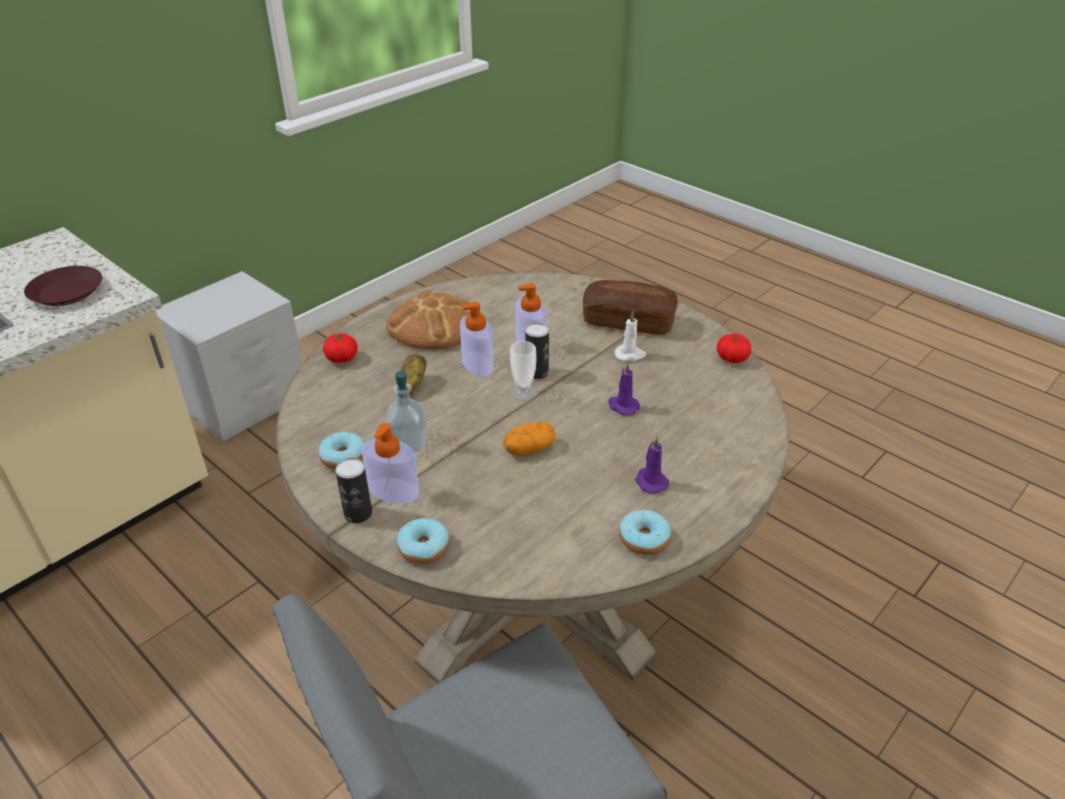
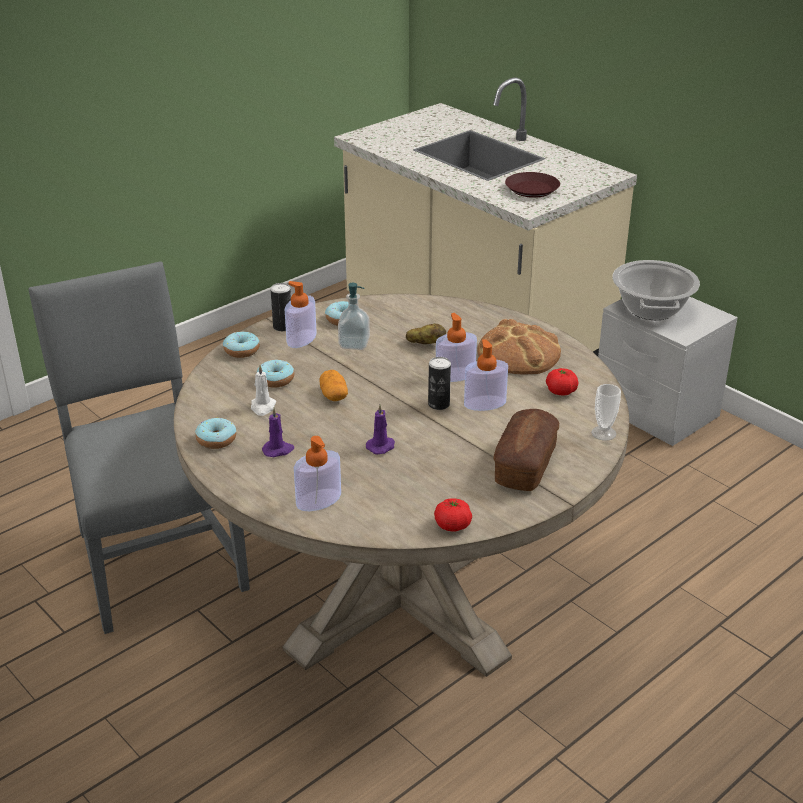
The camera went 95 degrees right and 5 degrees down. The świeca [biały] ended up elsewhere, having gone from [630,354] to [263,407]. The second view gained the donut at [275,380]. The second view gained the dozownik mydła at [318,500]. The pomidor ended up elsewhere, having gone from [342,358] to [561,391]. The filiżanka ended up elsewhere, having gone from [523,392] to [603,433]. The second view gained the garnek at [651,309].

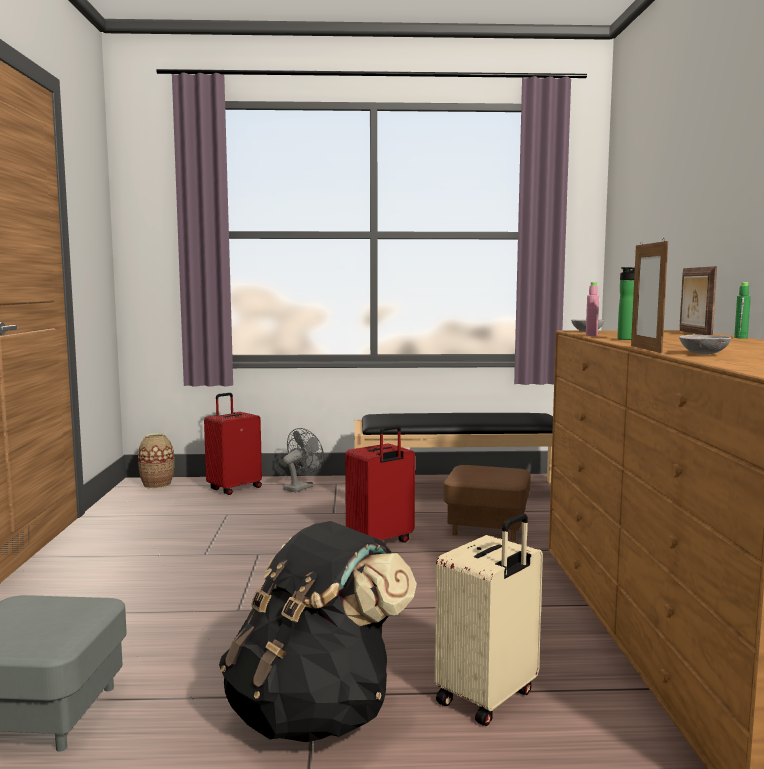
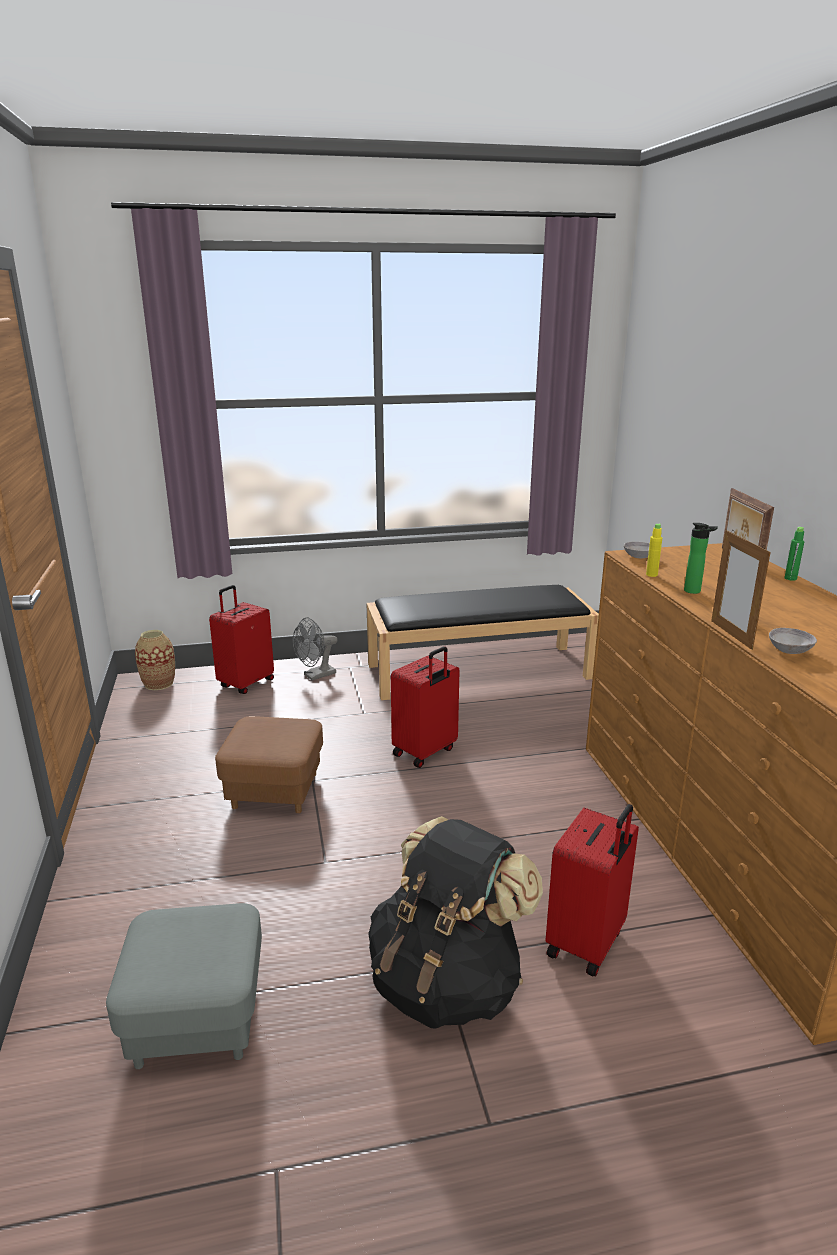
The camera went 10 degrees left and 15 degrees up. The pufa [brązowy] ended up elsewhere, having gone from [487,527] to [274,790]. The wentylator [szary] at [301,487] ended up facing another way, 150 degrees counterclockwise from before. What was the walizka [beżowy] at [488,698] turned into the walizka [czerwony] at [587,943]. What was the butelka [różowy] at [591,335] turned into the butelka [żółty] at [651,575].

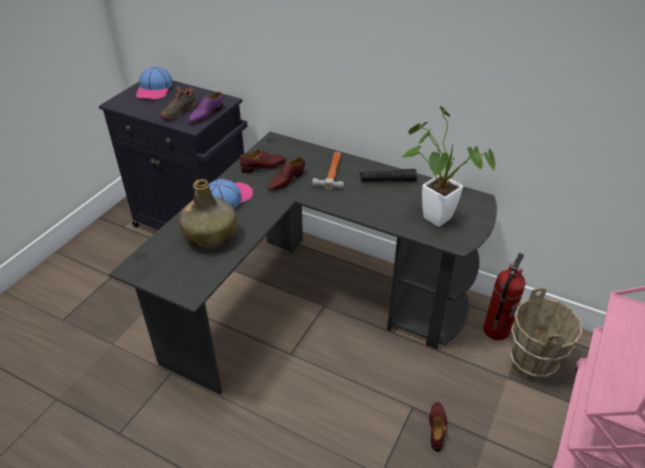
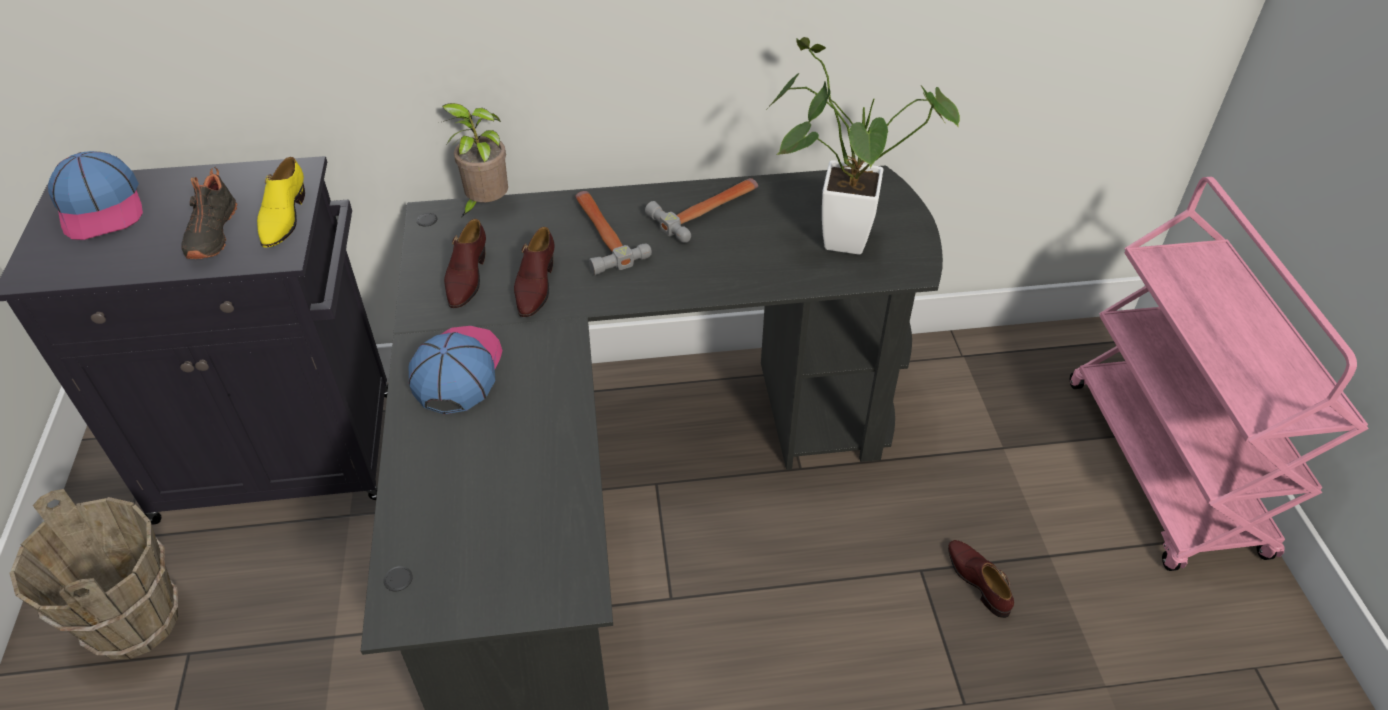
The camera went 35 degrees left and 5 degrees up. The wiadro [brązowy] ended up elsewhere, having gone from [532,363] to [137,621]. What was the but [fioletowy] at [206,115] turned into the but [żółty] at [283,218]. The second view gained the roślina doniczkowa at [485,206]. The but [brązowy] at [264,167] ended up facing another way, 150 degrees clockwise from before. Where the latarka [czarny] stood at [387,181], the młotek came to stand at [708,210]. The second view lost the butelka [zielony] at [211,236]. The second view lost the gaśnica at [495,330].

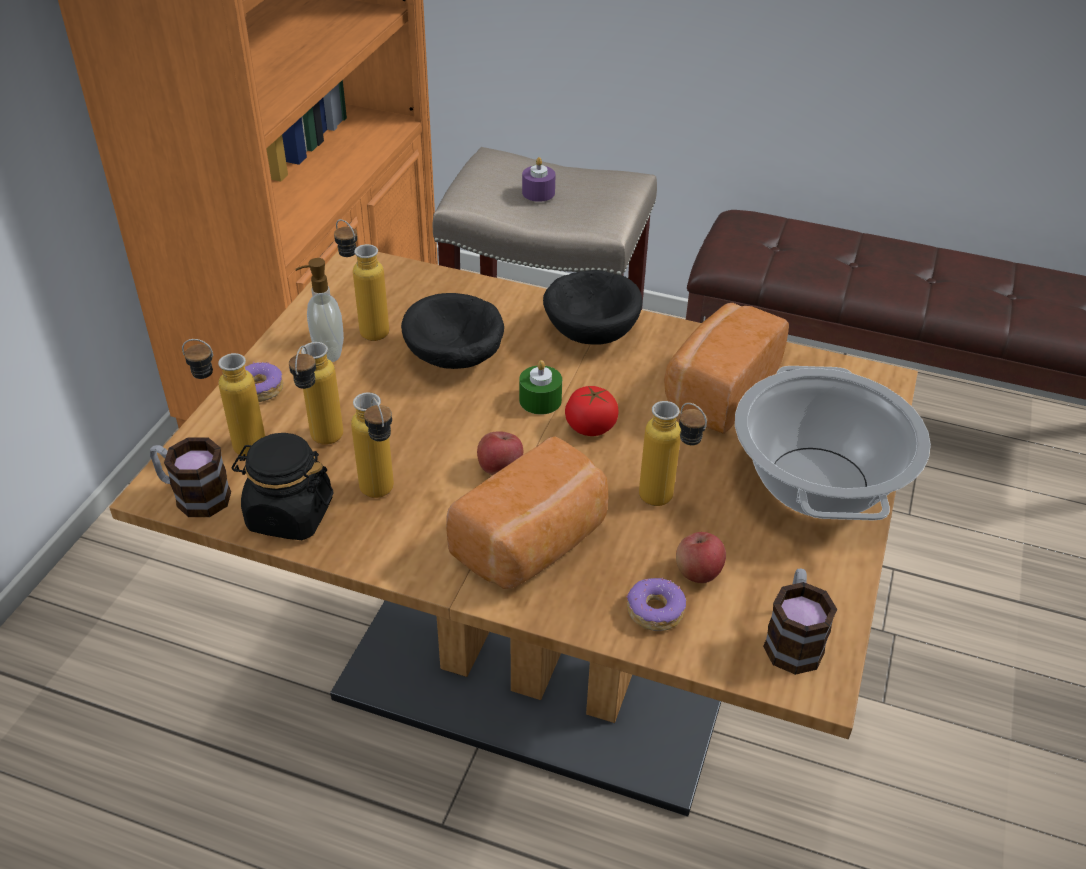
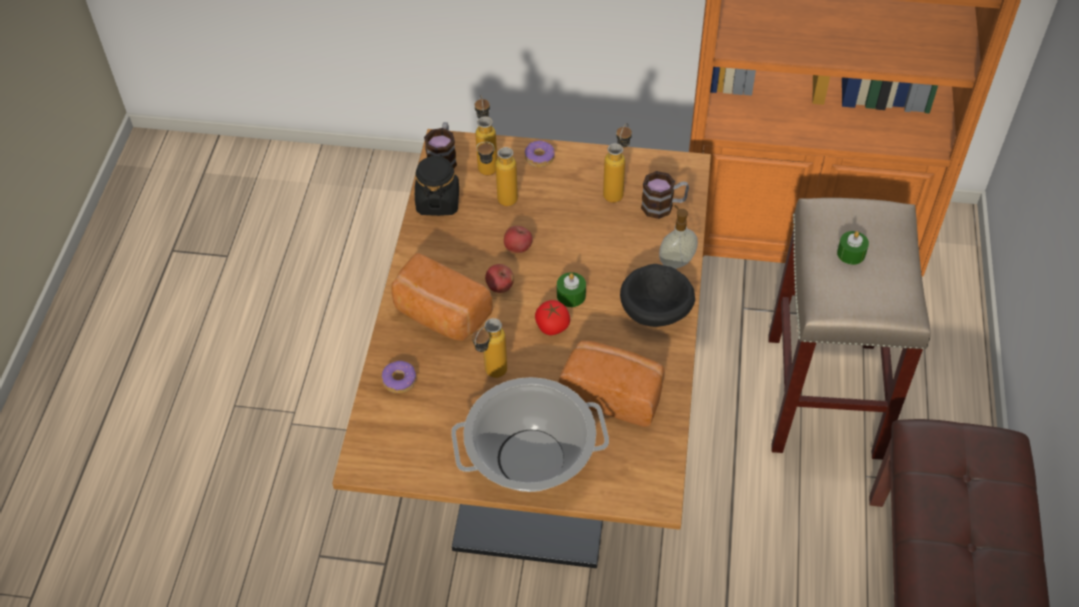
The camera went 80 degrees right and 10 degrees up. The jabłko ended up elsewhere, having gone from [698,573] to [518,248]. The kubek ended up elsewhere, having gone from [793,638] to [664,206]. The dozownik mydła ended up elsewhere, having gone from [327,352] to [676,261]. What was the świeca [fioletowy] at [538,193] turned into the świeca [zielony] at [851,253]. The second view lost the butelka at [381,496]. The second view lost the miska [czarny] at [454,359].

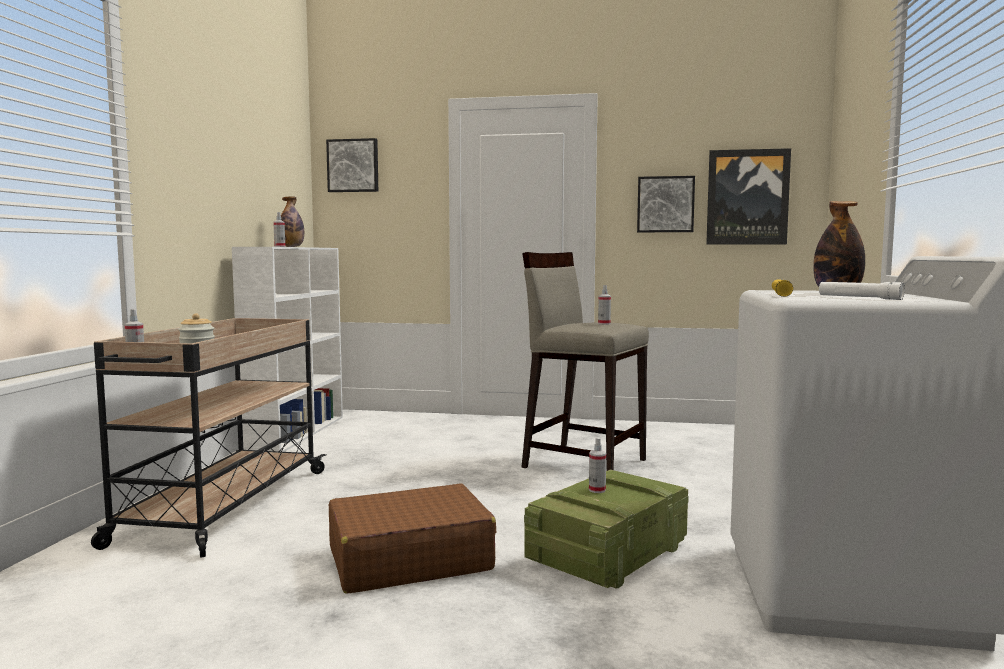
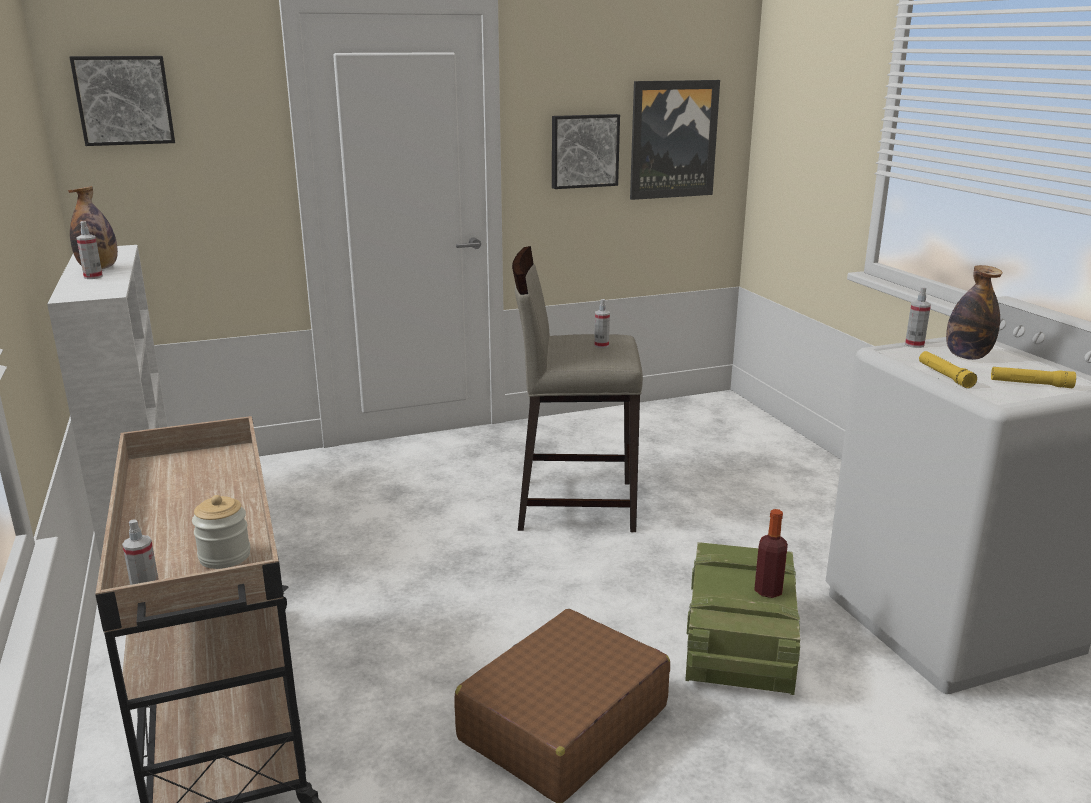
The camera went 30 degrees left and 15 degrees up. The second view gained the butelka at [768,591]. The spryskiwacz ended up elsewhere, having gone from [597,490] to [914,345]. What was the latarka [biały] at [859,298] turned into the latarka [żółty] at [1030,384].

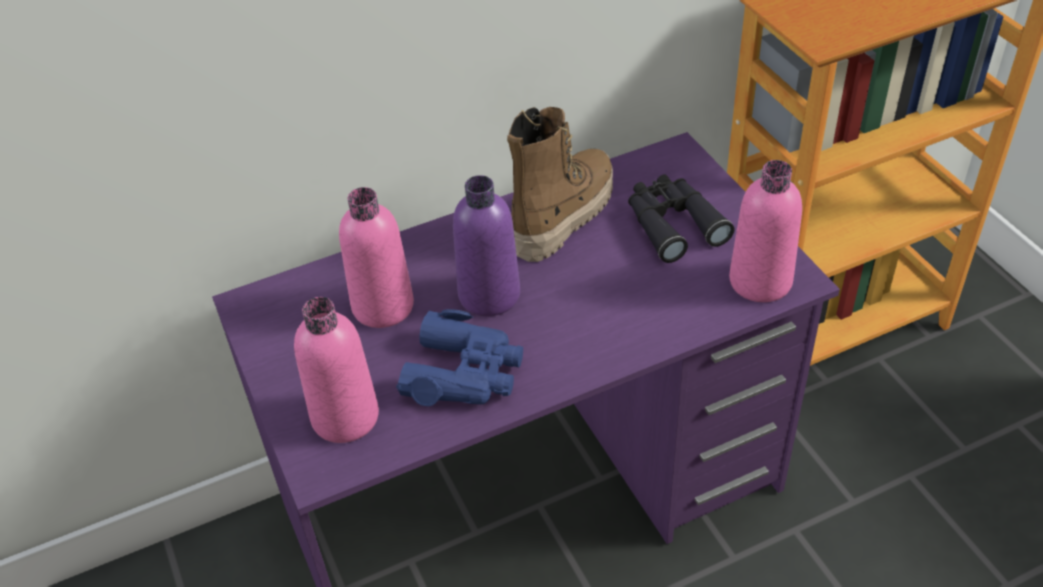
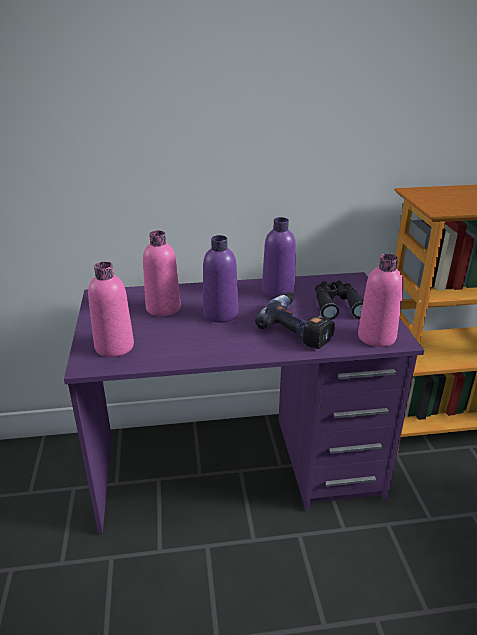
The camera went 15 degrees right and 15 degrees down. The second view gained the wiertarka at [298,328]. Where the but z cholewką stood at [562,216], the butelka [fioletowy] came to stand at [278,291]. The second view lost the lornetka [niebieski] at [464,372].

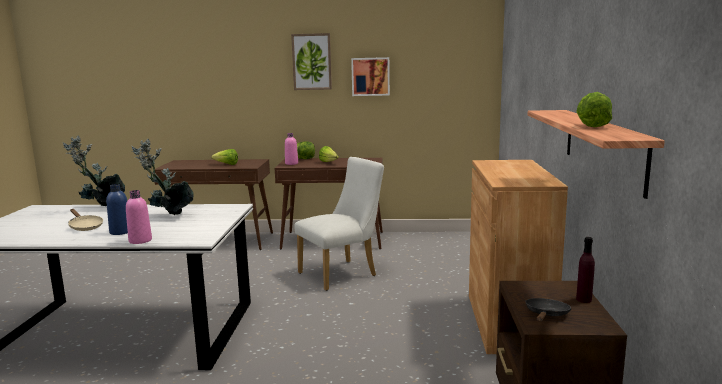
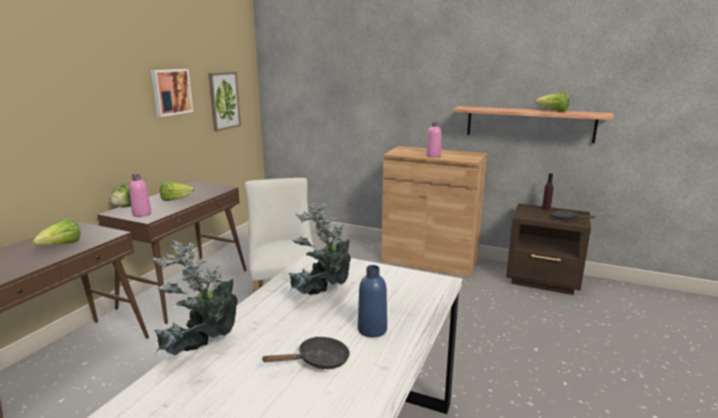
The camera went 70 degrees left and 5 degrees up. The obraz ended up elsewhere, having gone from [312,62] to [224,100]. What was the patelnia [beżowy] at [85,227] turned into the patelnia [czarny] at [318,361]. The butelka [różowy] ended up elsewhere, having gone from [140,240] to [433,156].

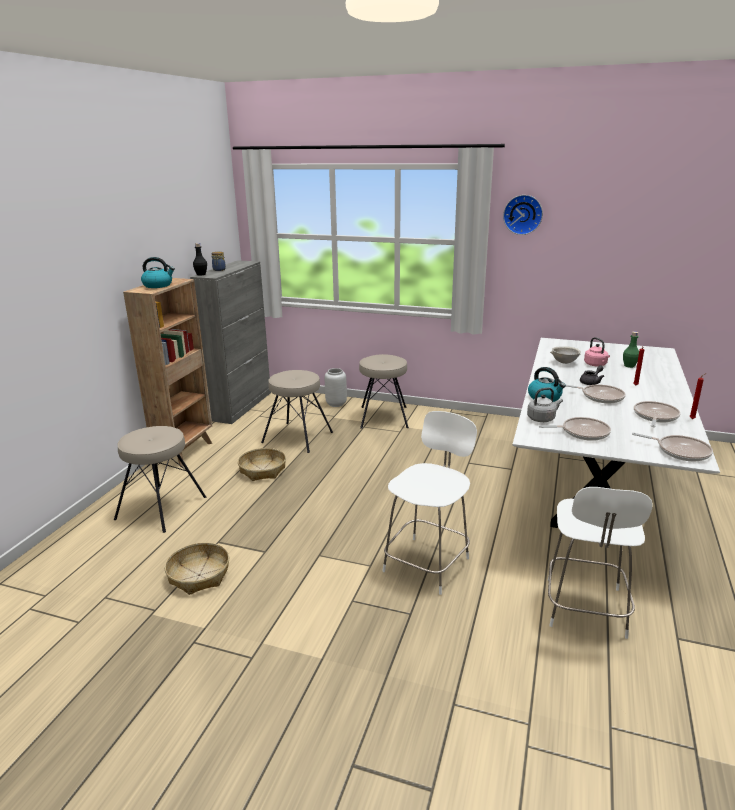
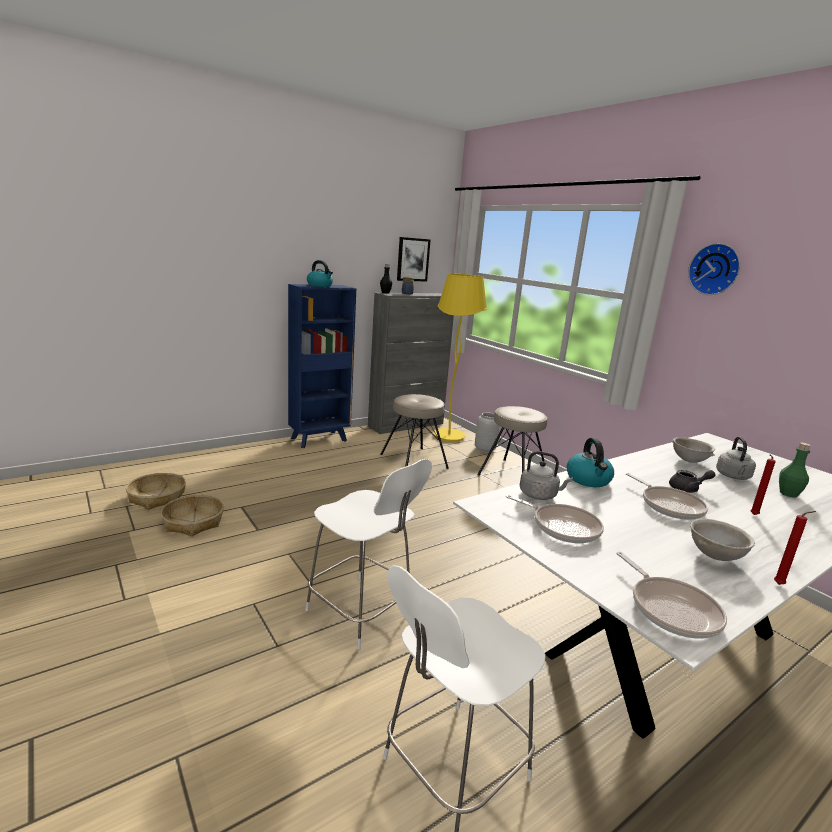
The camera went 35 degrees right and 5 degrees down. The koszyk ended up elsewhere, having gone from [262,470] to [157,497]. What was the regał [brązowy] at [185,451] turned into the regał [niebieski] at [320,439]. The krzesło [biały] at [428,563] ended up facing another way, 60 degrees clockwise from before. The second view gained the obraz at [412,259]. The second view gained the lampa stojąca [żółty] at [449,436]. Where the patelnia stood at [655,416], the miska [szary] came to stand at [714,556]. What was the czajnik [różowy] at [596,365] turned into the czajnik [szary] at [733,477]. The second view lost the stołek [beżowy] at [162,508].

